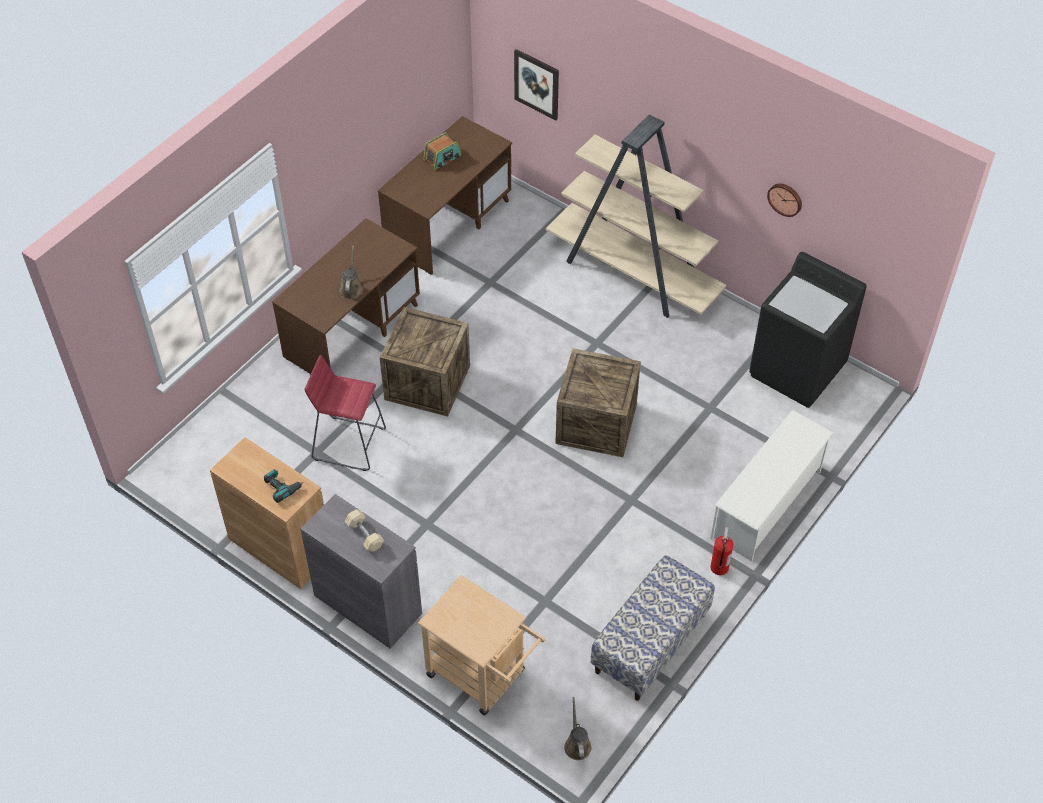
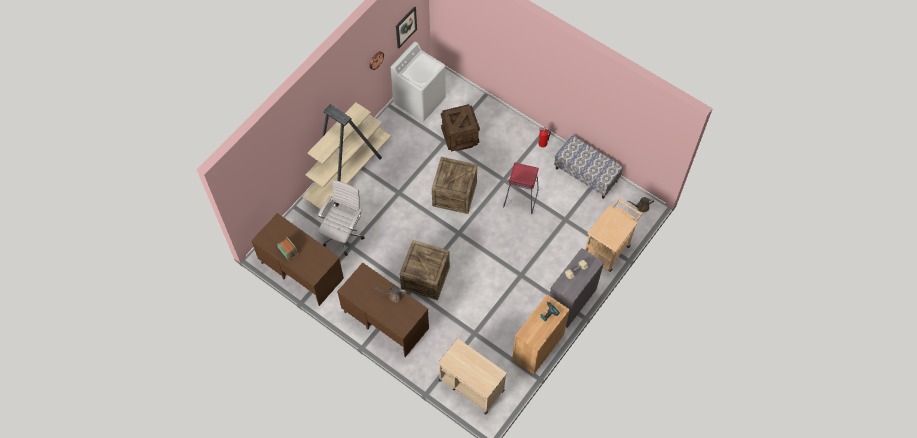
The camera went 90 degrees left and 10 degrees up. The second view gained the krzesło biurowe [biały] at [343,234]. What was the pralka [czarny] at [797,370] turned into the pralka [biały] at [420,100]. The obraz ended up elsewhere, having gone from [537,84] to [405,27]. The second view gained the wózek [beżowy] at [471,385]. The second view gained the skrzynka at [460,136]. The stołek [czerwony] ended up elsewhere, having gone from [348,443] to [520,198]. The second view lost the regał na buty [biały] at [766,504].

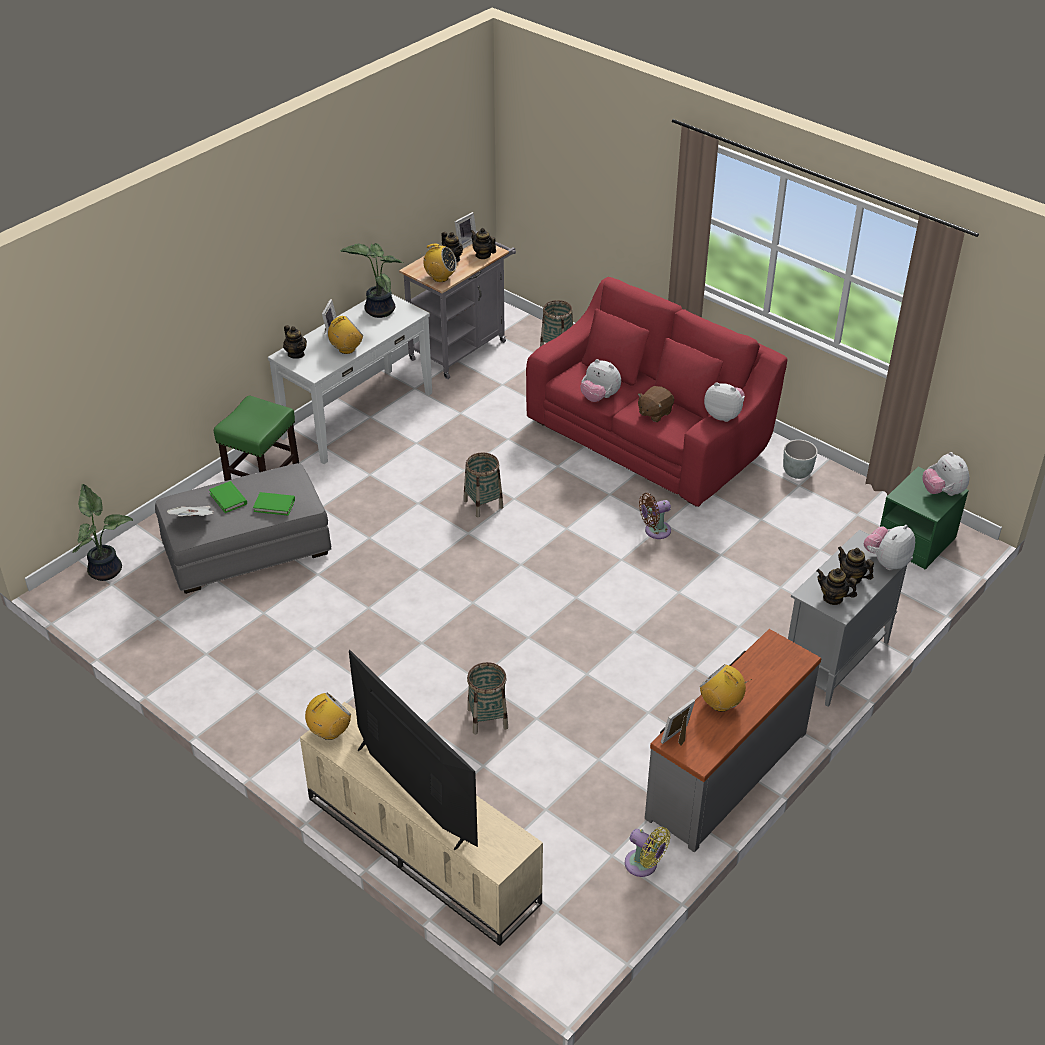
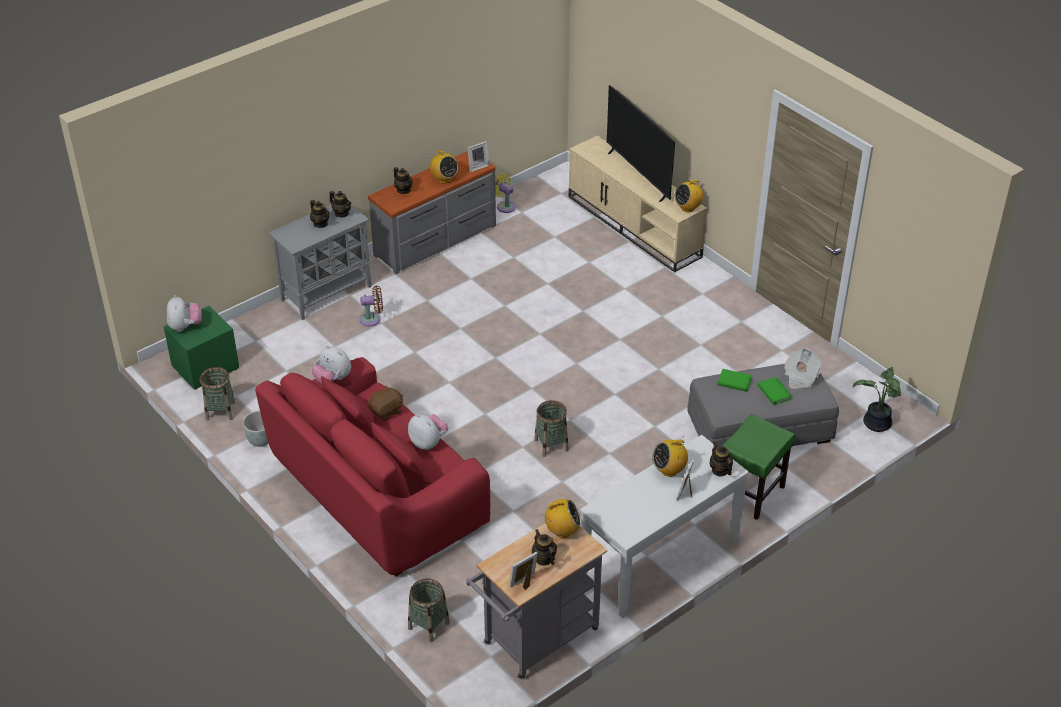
The camera went 170 degrees left and 0 degrees up. The koszyk ended up elsewhere, having gone from [487,718] to [220,411]. The wentylator [brązowy] ended up elsewhere, having gone from [655,531] to [372,319]. The imbryk ended up elsewhere, having gone from [483,255] to [403,190]. The radio at [440,278] ended up facing another way, 150 degrees clockwise from before. The second view lost the roślina doniczkowa at [378,310]. The second view lost the pluszak at [886,562].

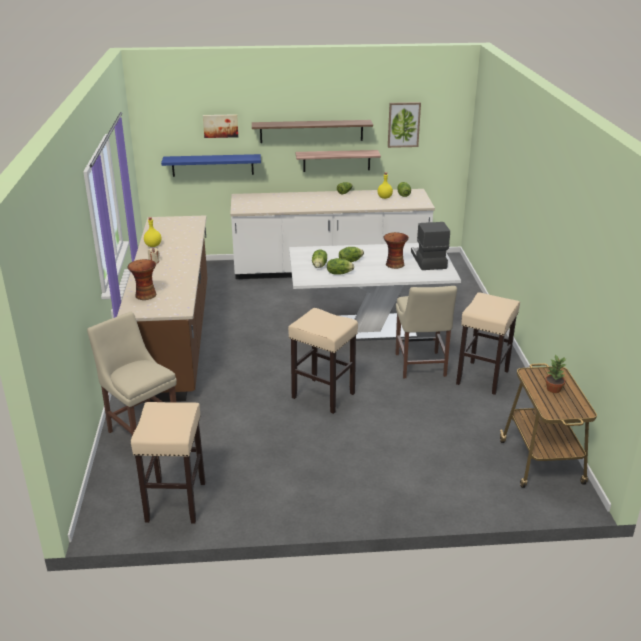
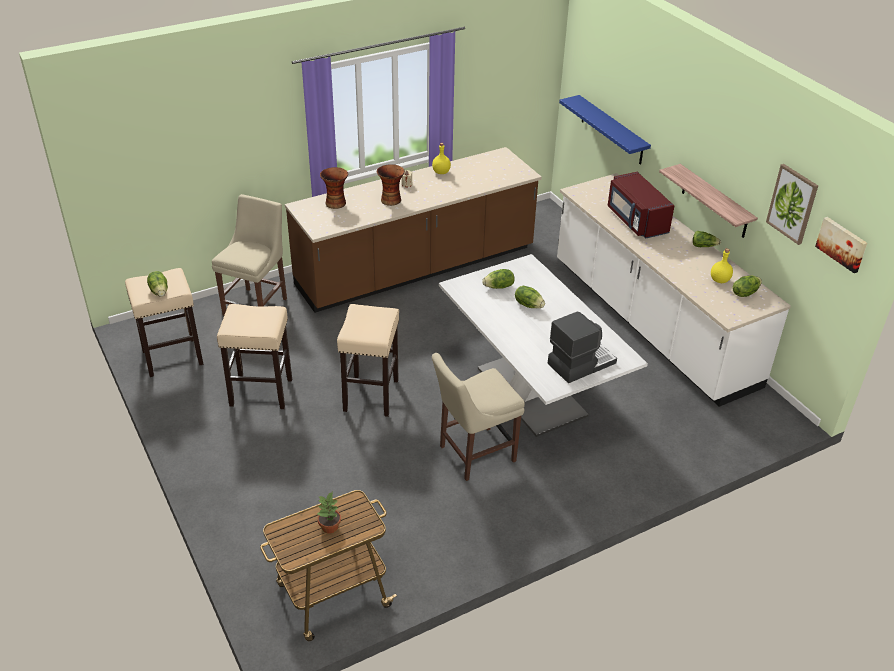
The camera went 65 degrees right and 10 degrees up. The sałata ended up elsewhere, having gone from [339,273] to [160,291]. The stołek [beżowy] ended up elsewhere, having gone from [482,377] to [262,392]. The wazon ended up elsewhere, having gone from [394,264] to [391,200]. The second view gained the mikrofalówka [czerwony] at [636,221]. The obraz ended up elsewhere, having gone from [220,125] to [842,244]. The second view lost the półka at [311,131].

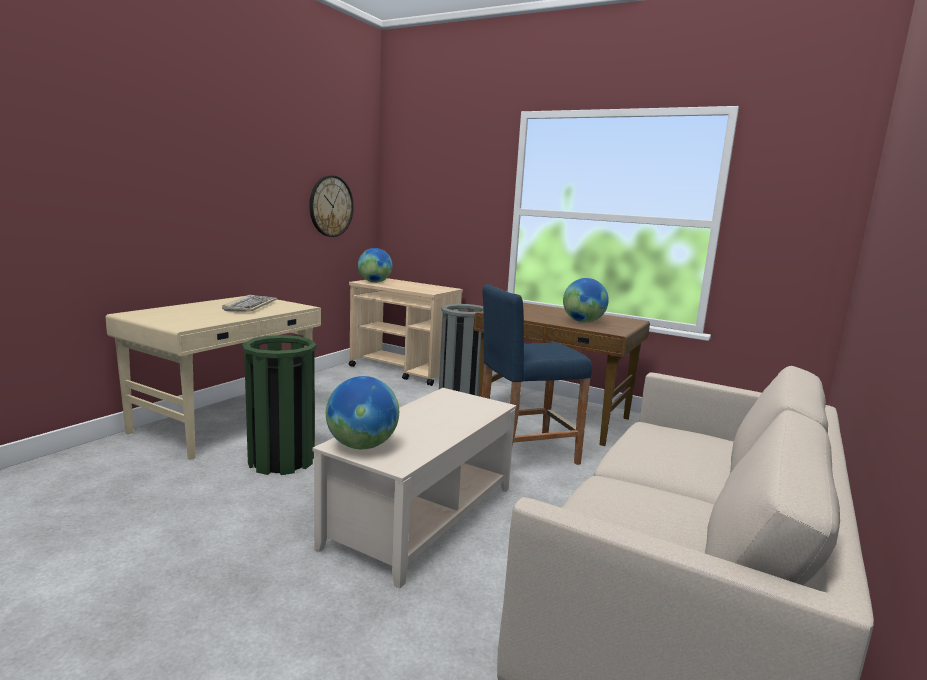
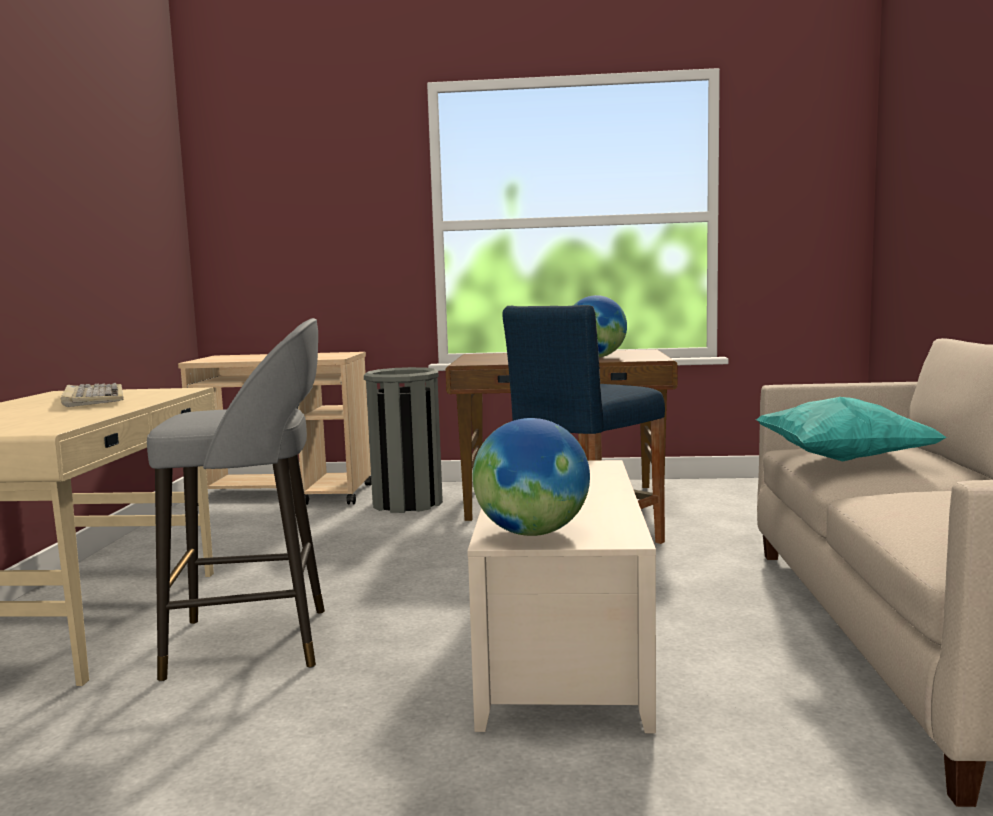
The camera went 25 degrees left and 5 degrees down. Where the kosz na śmieci [zielony] stood at [281,460], the stołek [szary] came to stand at [255,643]. The second view gained the poduszka [turkusowy] at [842,459]. The second view lost the zegar ścienny at [331,206]. The second view lost the globus at [374,282].

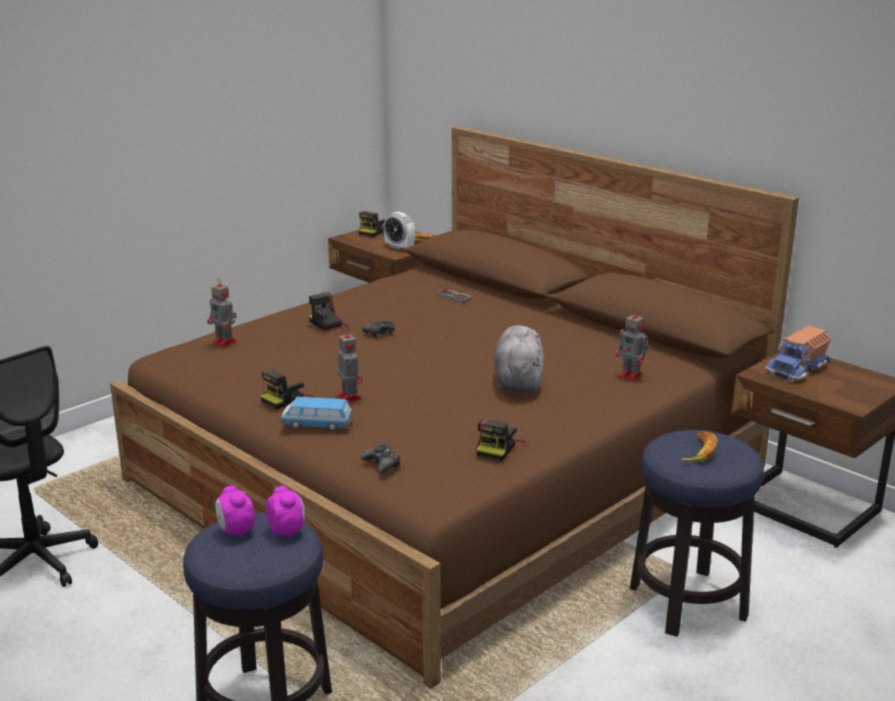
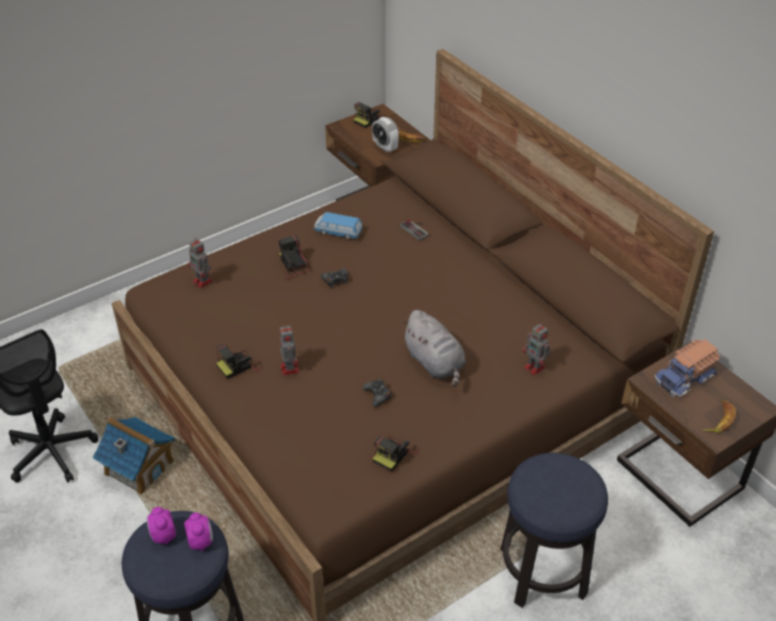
The camera went 10 degrees right and 20 degrees up. The second view gained the domek at [139,467]. The samochodzik ended up elsewhere, having gone from [316,425] to [338,232]. The pad do gier [czarny] ended up elsewhere, having gone from [382,464] to [377,395]. The pluszak [szary] at [518,381] ended up facing another way, 135 degrees clockwise from before. The banan ended up elsewhere, having gone from [698,452] to [719,420].

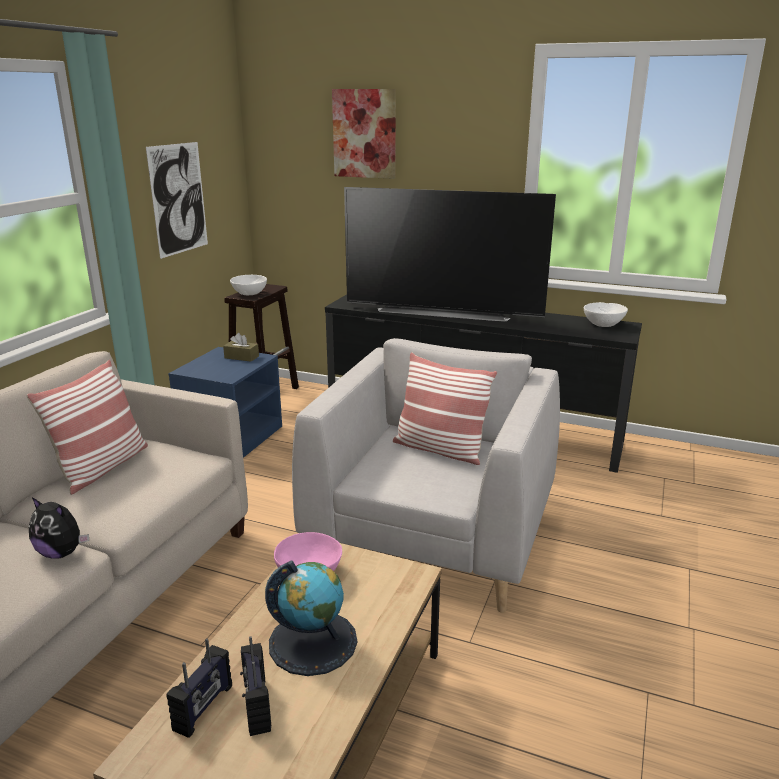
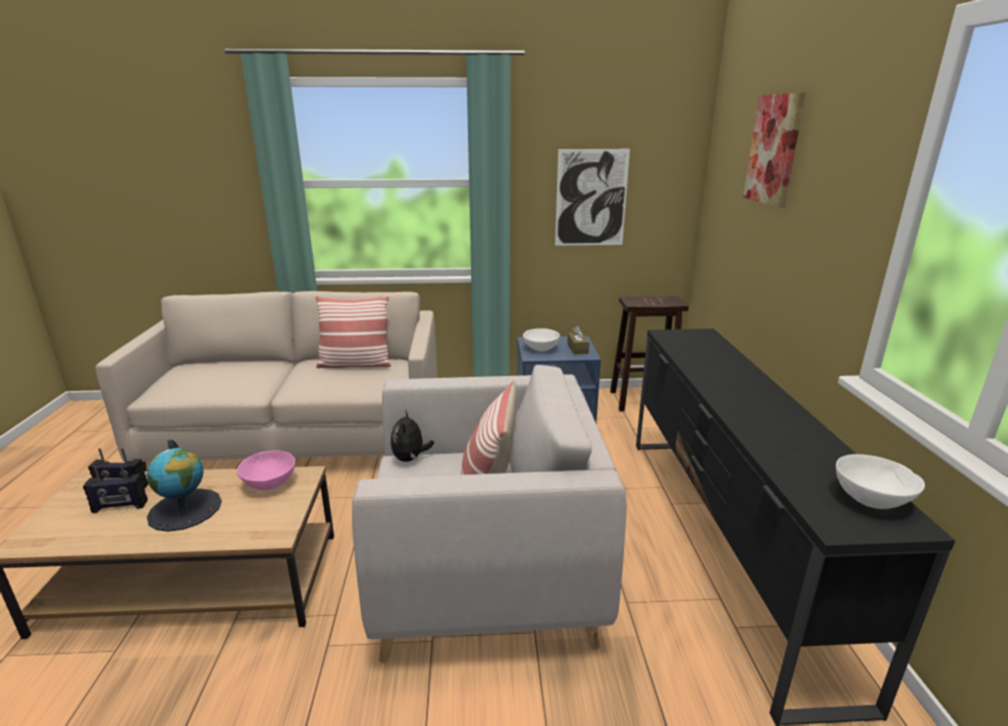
The camera went 65 degrees right and 0 degrees up. The radio at [256,706] ended up facing another way, 150 degrees counterclockwise from before. The pluszak ended up elsewhere, having gone from [62,553] to [410,459]. The miska [biały] ended up elsewhere, having gone from [249,293] to [541,348]. The second view lost the telewizor at [444,311].

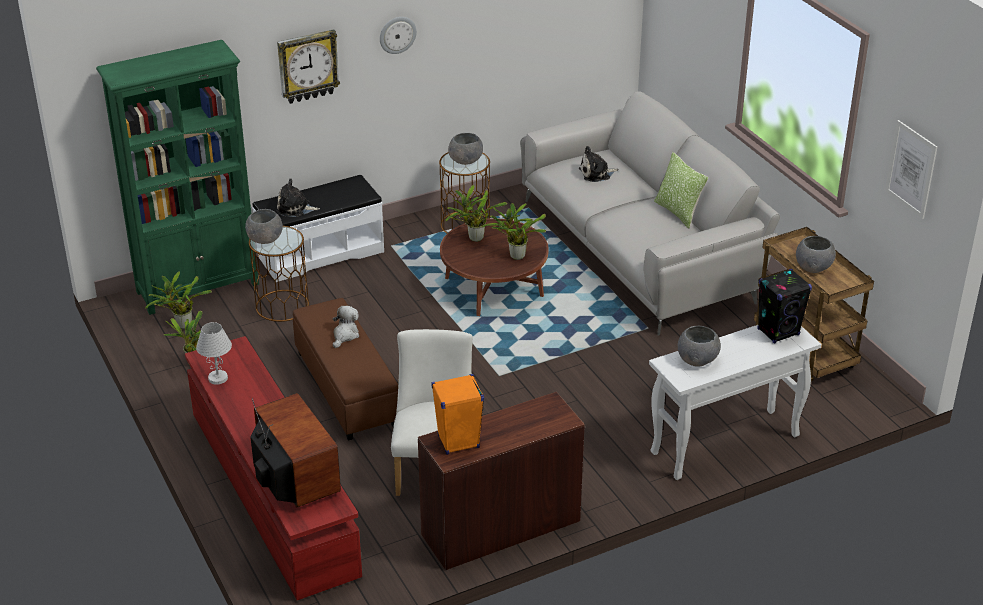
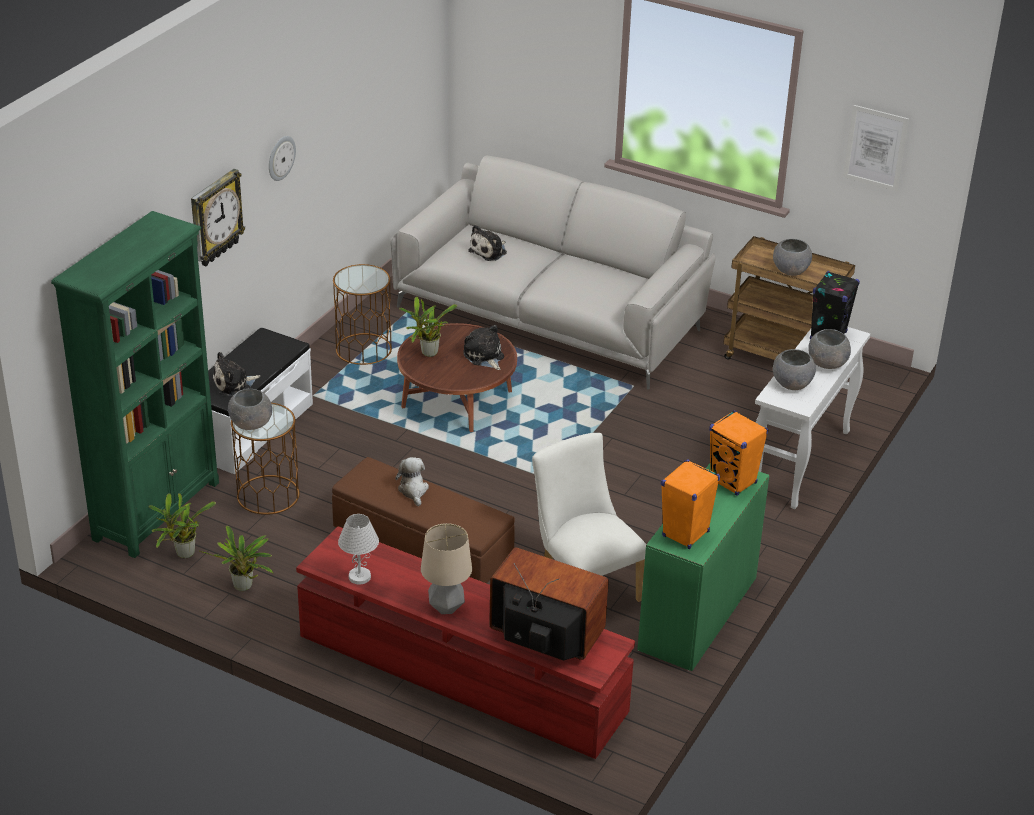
The camera went 35 degrees left and 0 degrees up. The second view gained the lampa stołowa at [446,607]. Where the roślina doniczkowa stood at [515,255], the pluszak came to stand at [484,356]. What was the biurko [brązowy] at [500,527] turned into the biurko [zielony] at [696,613]. The second view gained the głośnik [pomarańczowy] at [733,482]. The miska [szary] ended up elsewhere, having gone from [465,161] to [827,363]. The second view lost the poduszka at [678,212].

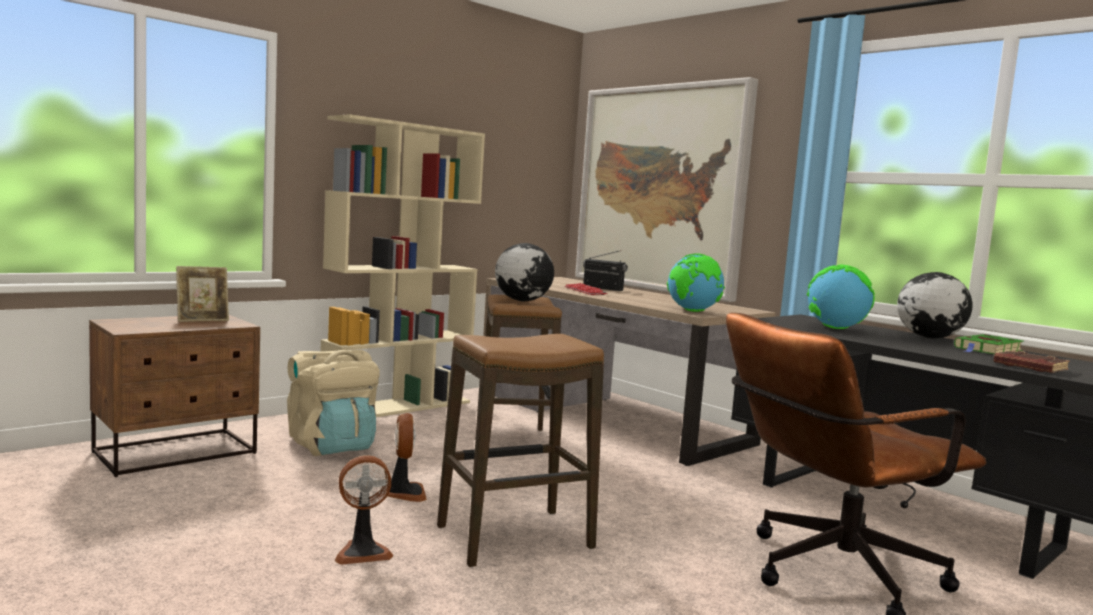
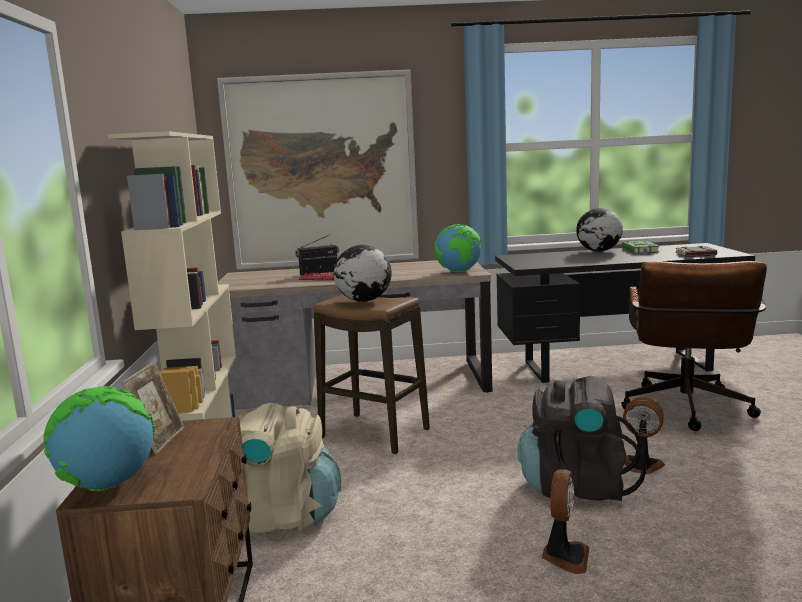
The camera went 50 degrees left and 5 degrees up. The globus ended up elsewhere, having gone from [835,328] to [107,485]. Where the stołek stood at [514,538], the plecak [czarny] came to stand at [576,486]. The wentylator ended up elsewhere, having gone from [405,493] to [641,466].

